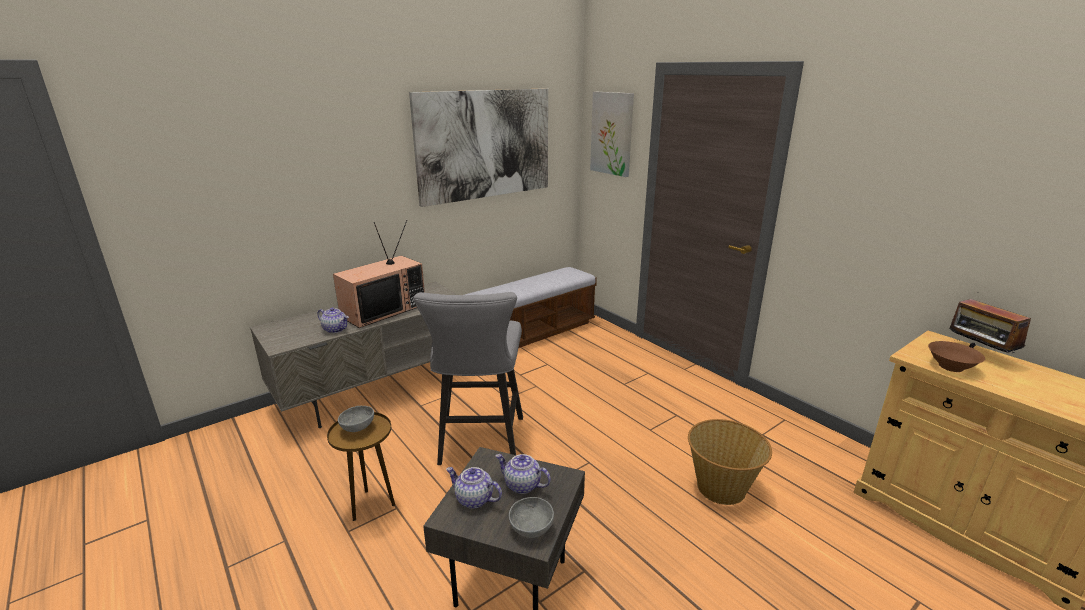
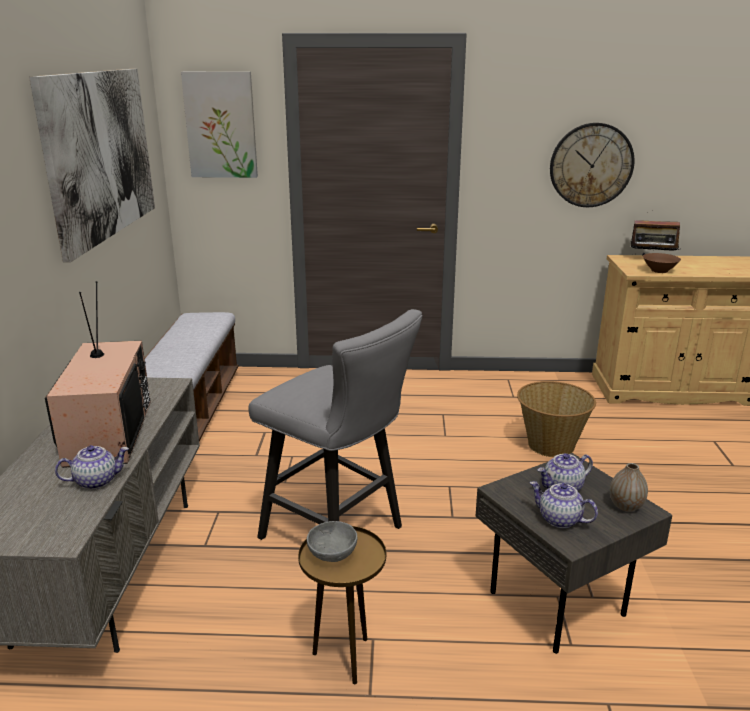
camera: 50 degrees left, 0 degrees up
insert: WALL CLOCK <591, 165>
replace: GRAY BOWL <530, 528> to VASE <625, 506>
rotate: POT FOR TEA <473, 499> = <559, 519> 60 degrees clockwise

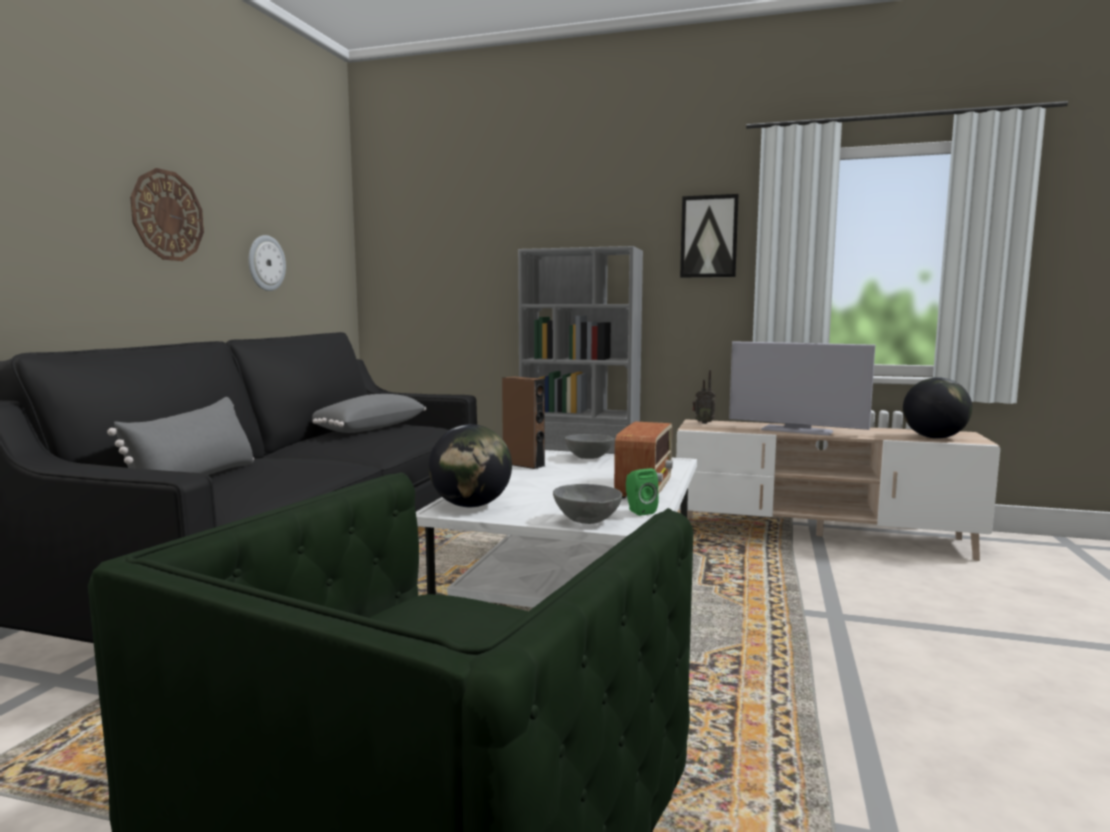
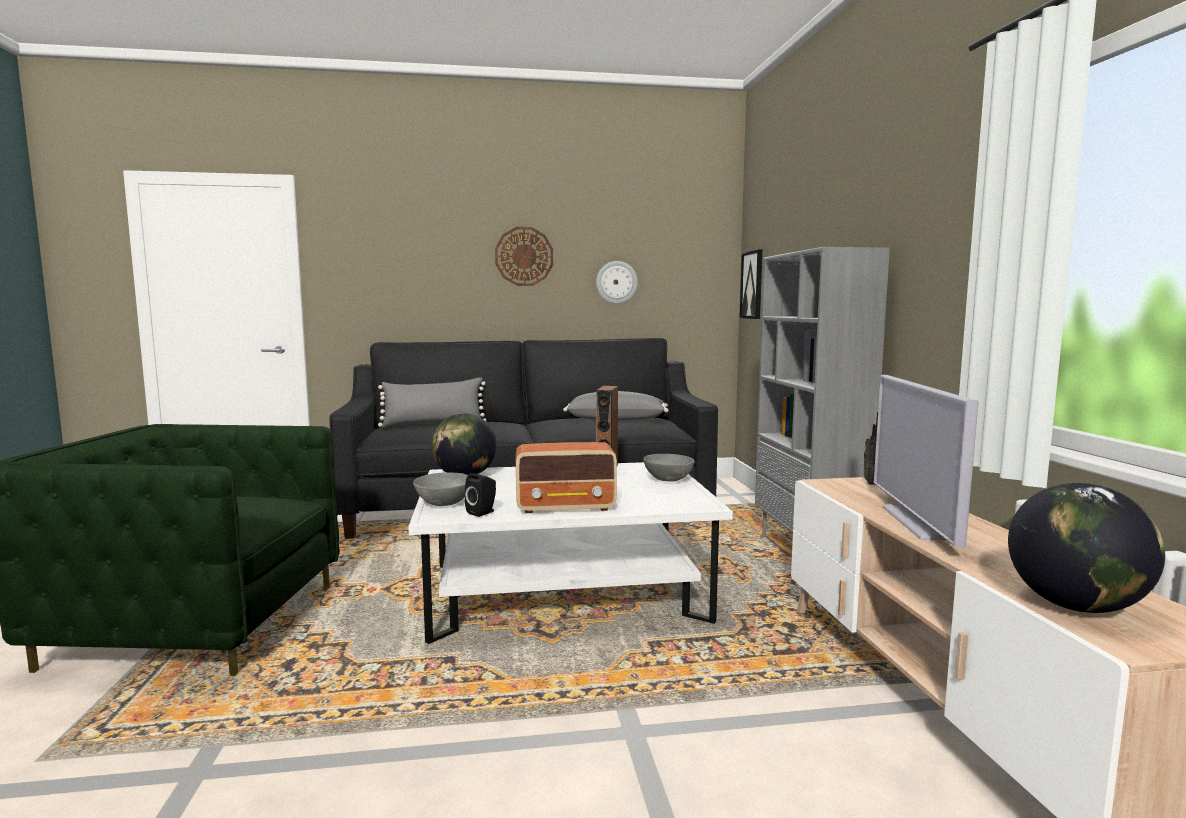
camera: 65 degrees right, 0 degrees up
move: WALL PICTURE <709, 236> to <752, 285>
recolor: GREEN SPEAKER <639, 511> to BLACK SPEAKER <483, 512>

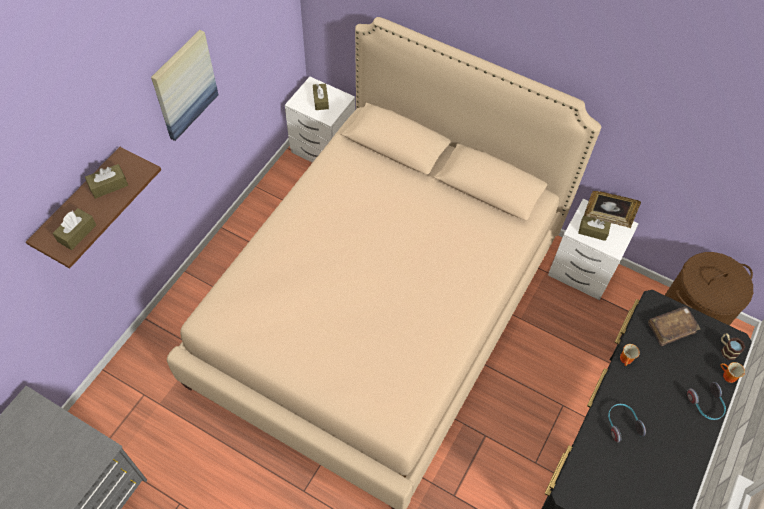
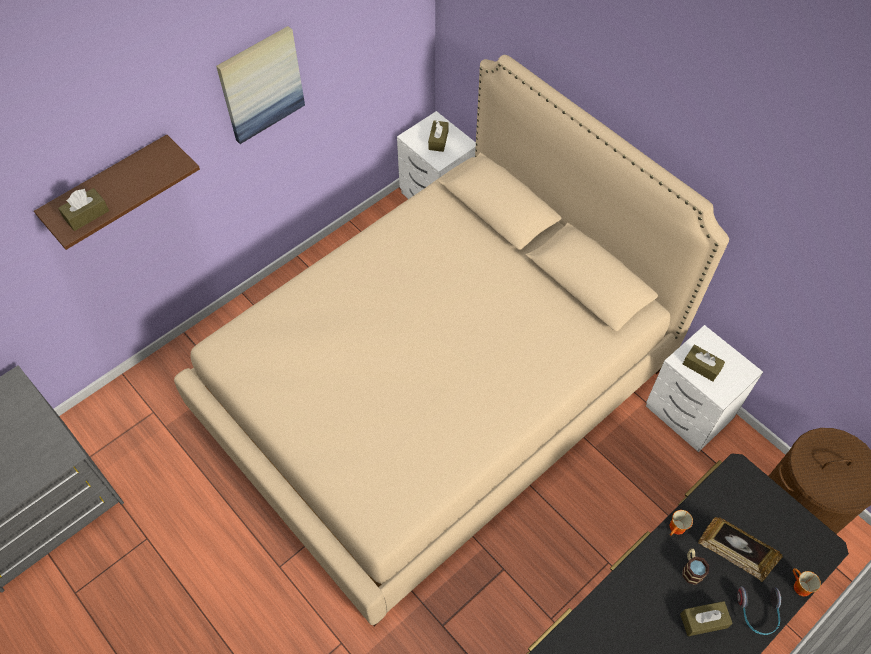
camera: 20 degrees right, 0 degrees up
delete: HEADSET <621, 424>; BROWN-COLOURED BOOK <671, 328>
move: BROWN-COLOURED BOX OF TISSUES <108, 185> to <703, 621>; STANDING FRAME <607, 218> to <732, 556>; COFFEE MUG <726, 349> to <691, 569>

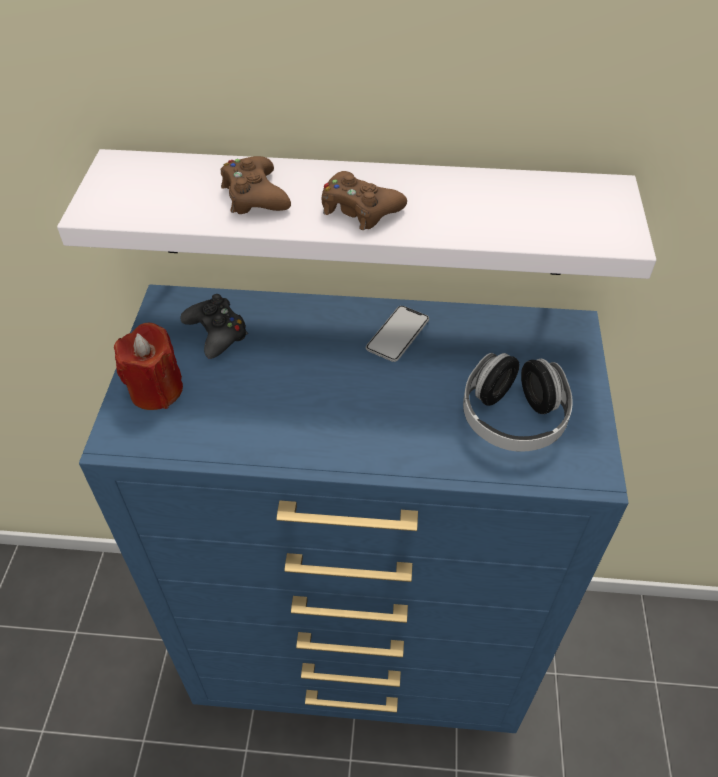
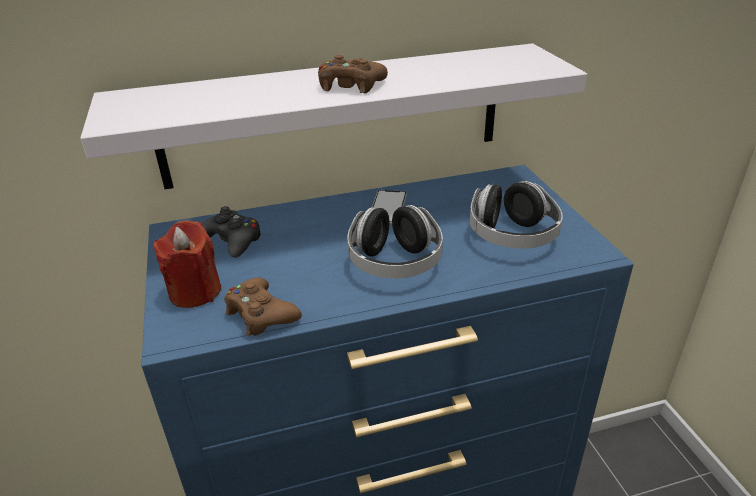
camera: 20 degrees left, 15 degrees down
insert: HEADSET <395, 263>
move: BROWN-COLOURED GAME CONTROLLER <254, 196> to <261, 314>

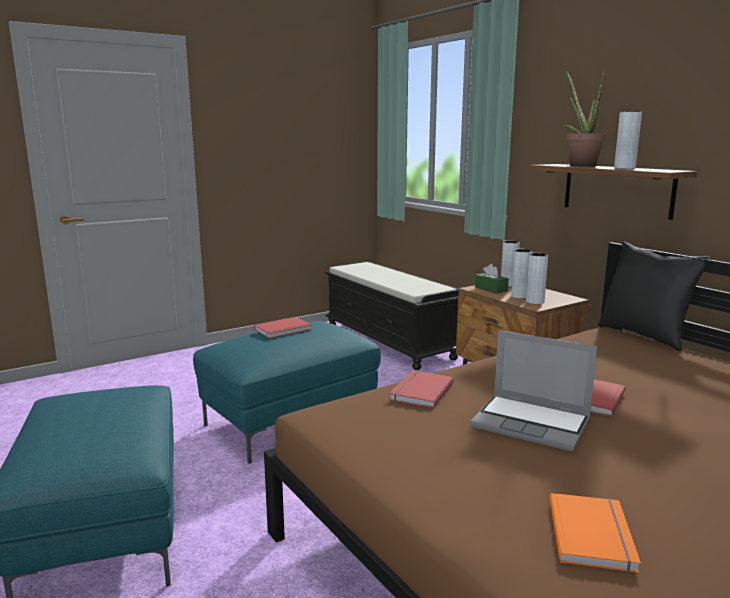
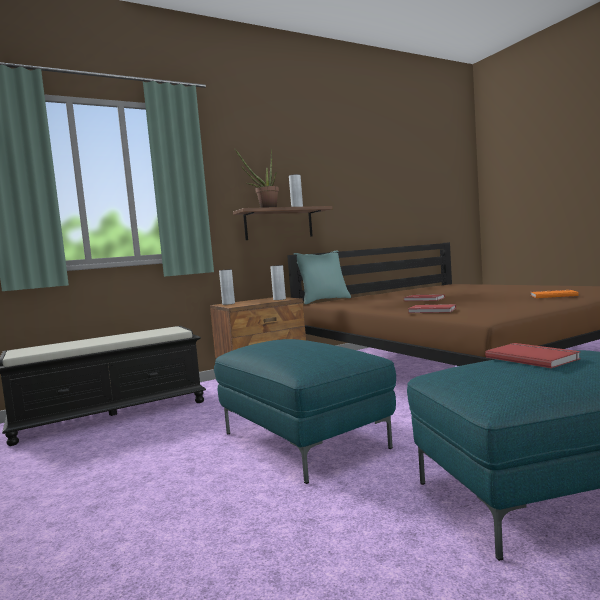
camera: 85 degrees left, 10 degrees down
delete: PORTABLE COMPUTER <532, 423>; GREEN BOX OF TISSUES <491, 289>; GRAY VASE <520, 296>
move: RED-COLOURED BOOK <284, 330> to <532, 358>
recolor: BLACK THROW PILLOW <644, 335> to BLUE-GREEN THROW PILLOW <324, 300>

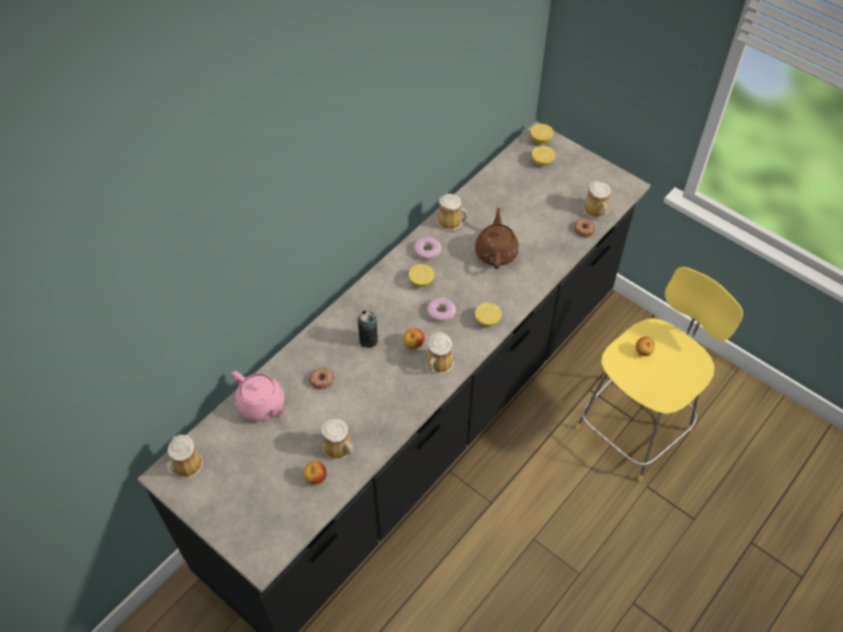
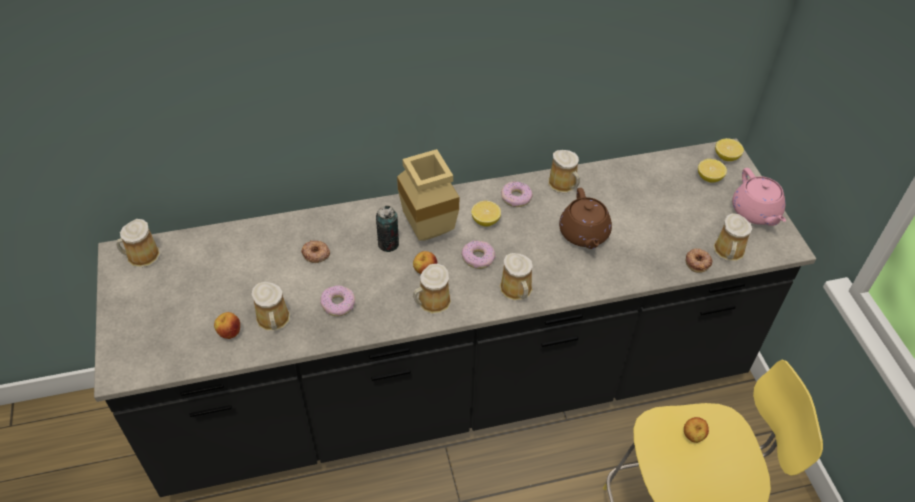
camera: 35 degrees right, 5 degrees down
insert: DOUGHNUT <338, 304>; BEIGE VASE <425, 230>
move: PINK POT FOR TEA <262, 405> to <756, 212>
replace: WHOLE LEMON <487, 320> to COFFEE MUG <516, 291>
rotate: BROWN-COLOURED POT FOR TEA <496, 252> = <584, 234> 135 degrees clockwise

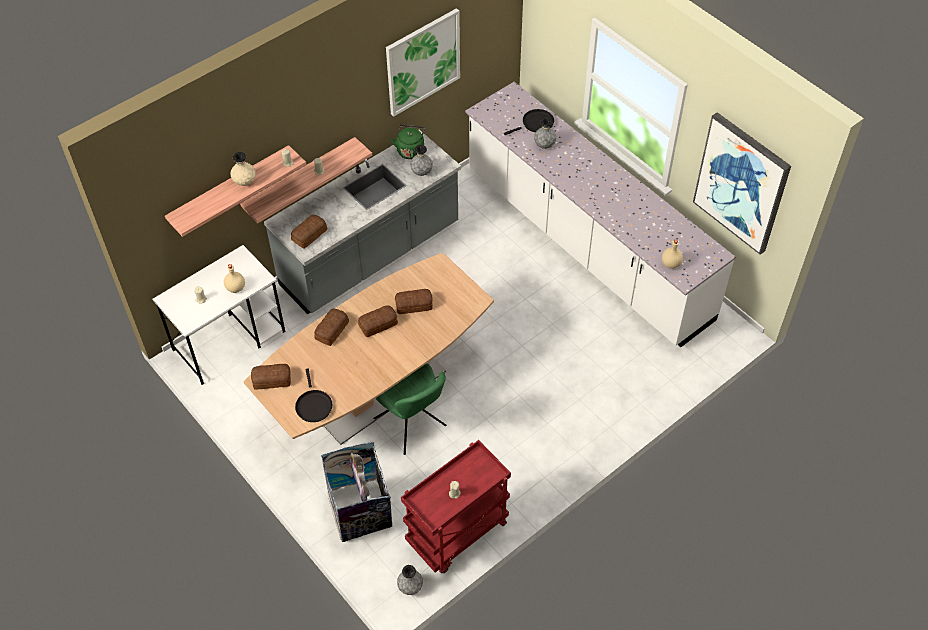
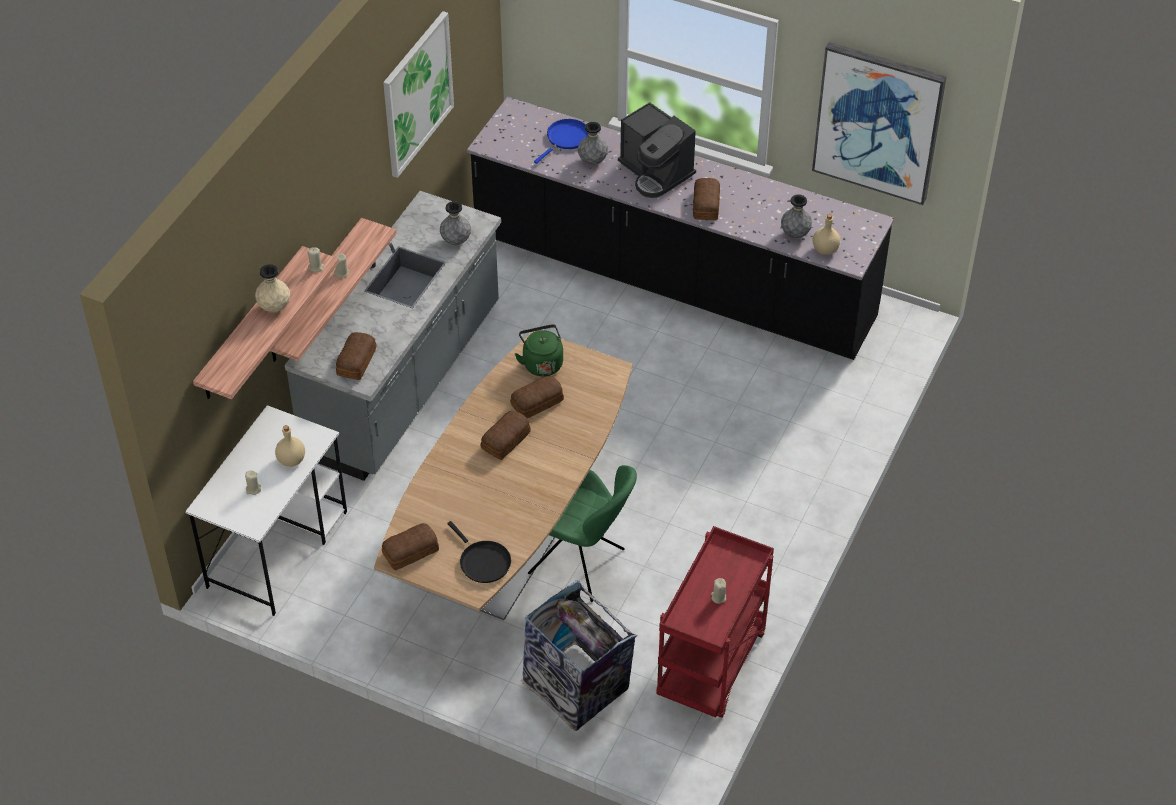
camera: 25 degrees left, 5 degrees down
insert: COFFEE MAKER <656, 172>
move: BAKED BREAD <331, 330> to <705, 205>; GREEN TEA KETTLE <410, 150> to <541, 363>; GRAY VASE <410, 587> to <795, 234>
recolor: WHITE-COLOURED KITCHEN COUNTER <586, 245> to BLACK KITCHEN COUNTER <672, 279>; BLACK PAN <535, 124> to BLUE PAN <566, 139>

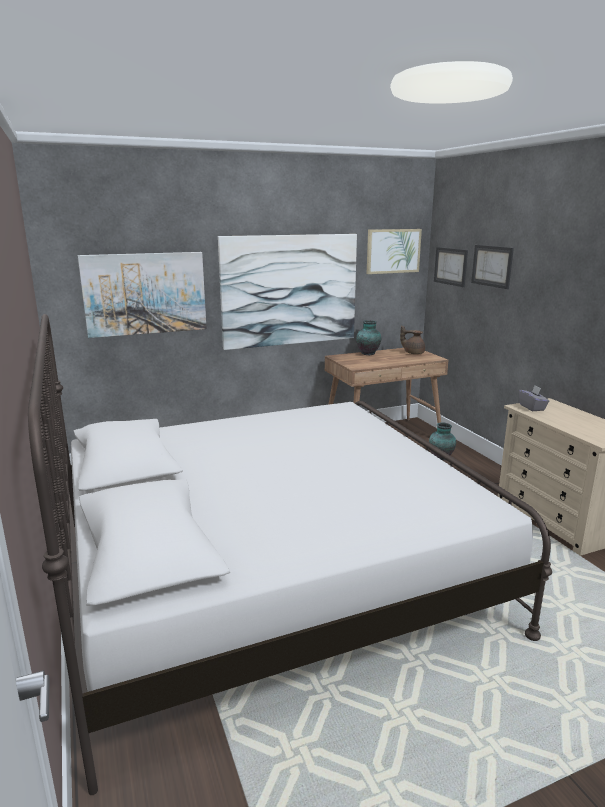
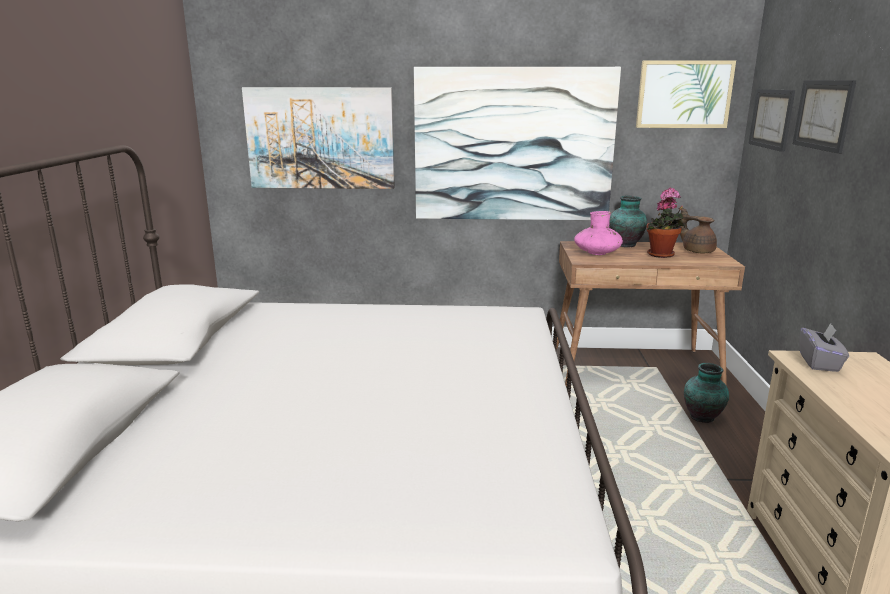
camera: 25 degrees right, 0 degrees up
insert: PINK VASE <597, 253>; PLANT IN A POT <662, 255>

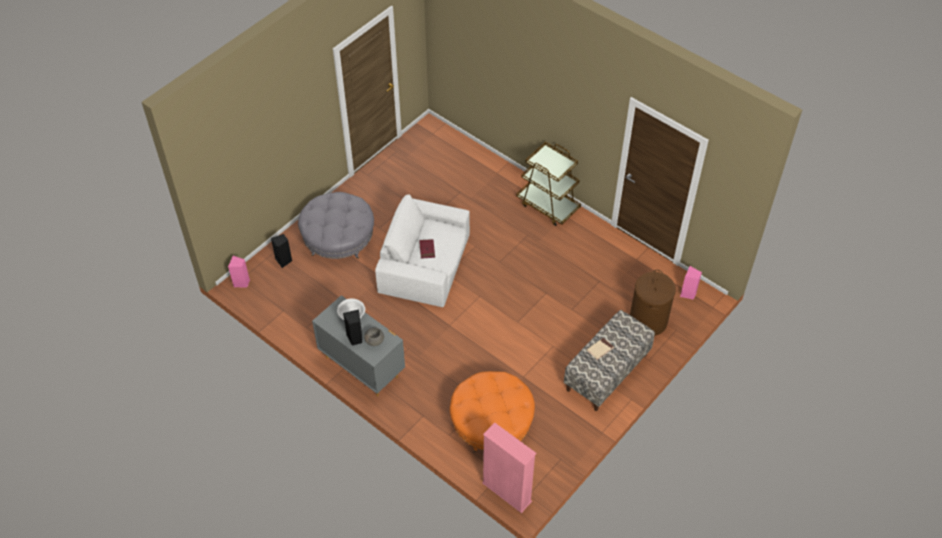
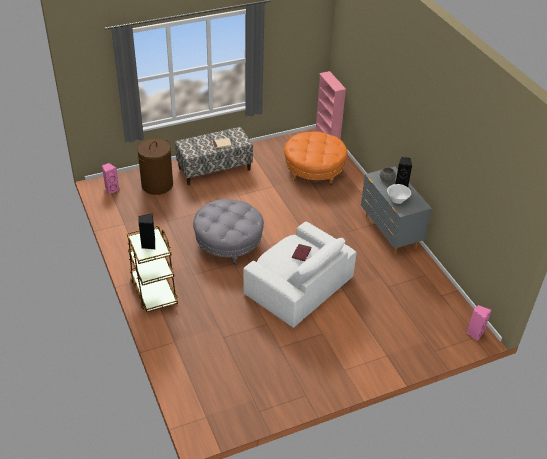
camera: 155 degrees left, 10 degrees down
move: BLACK SPEAKER <284, 261> to <148, 244>; GRAY FOOTREST <338, 239> to <228, 243>

